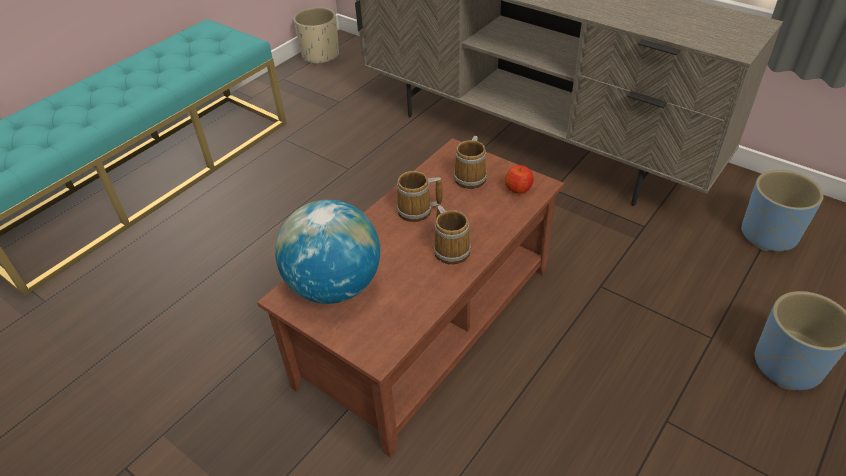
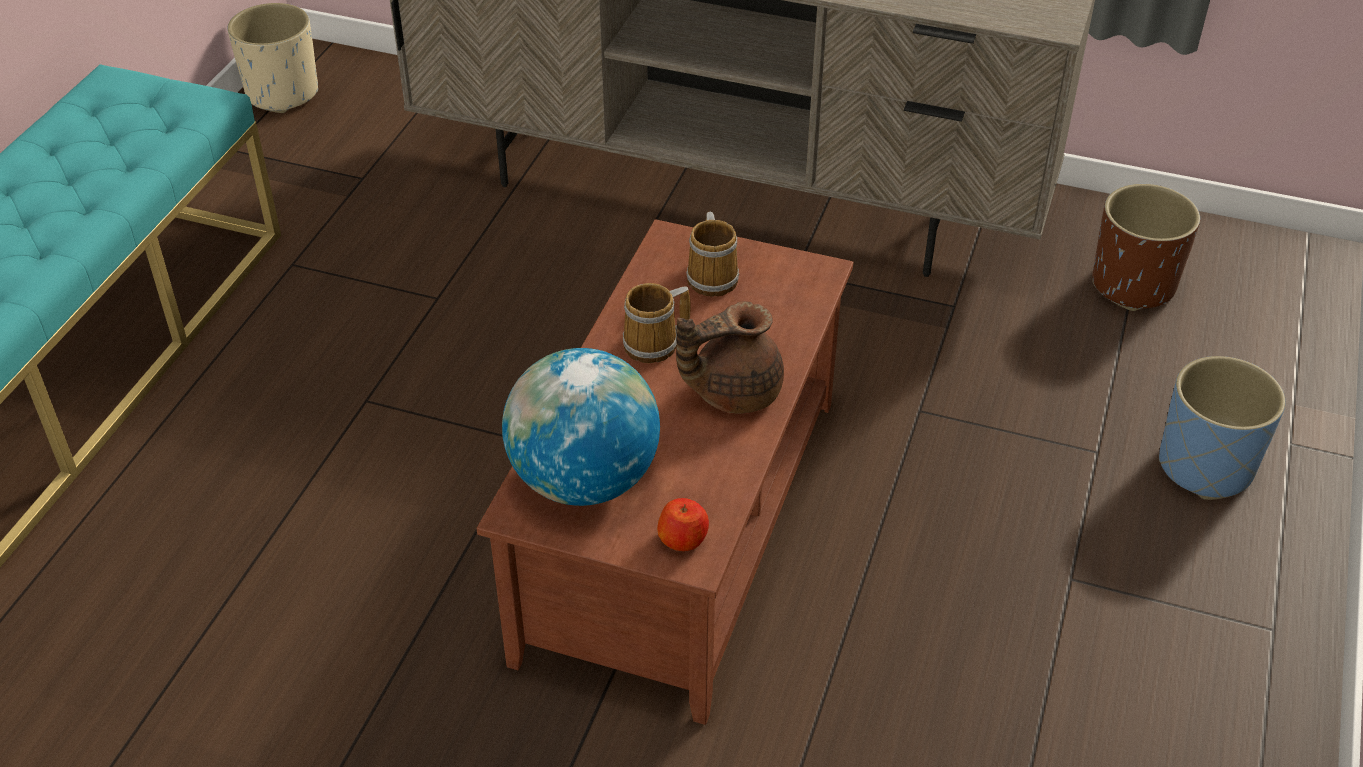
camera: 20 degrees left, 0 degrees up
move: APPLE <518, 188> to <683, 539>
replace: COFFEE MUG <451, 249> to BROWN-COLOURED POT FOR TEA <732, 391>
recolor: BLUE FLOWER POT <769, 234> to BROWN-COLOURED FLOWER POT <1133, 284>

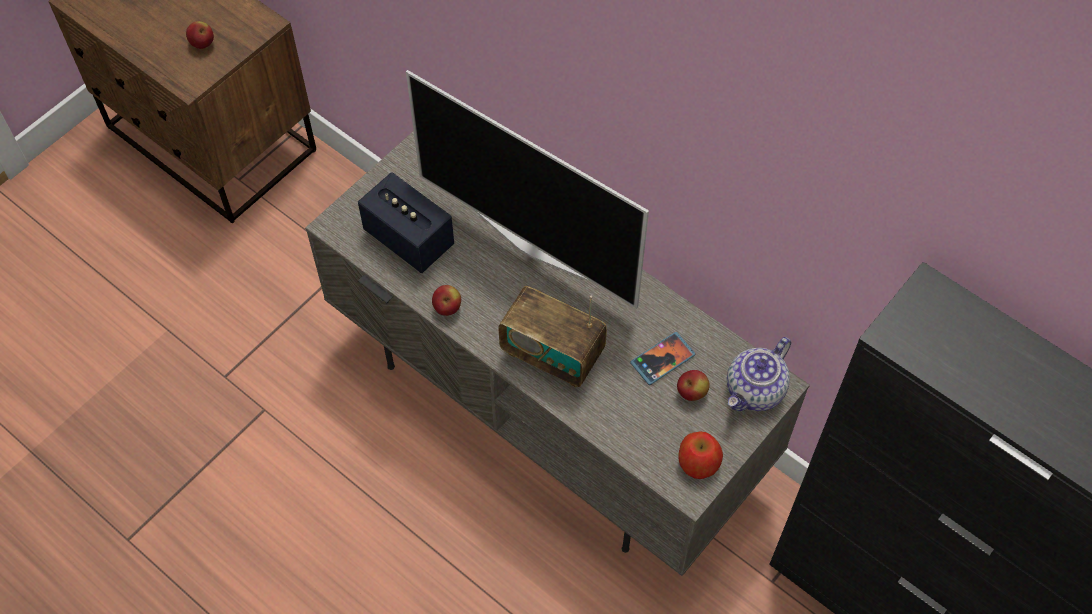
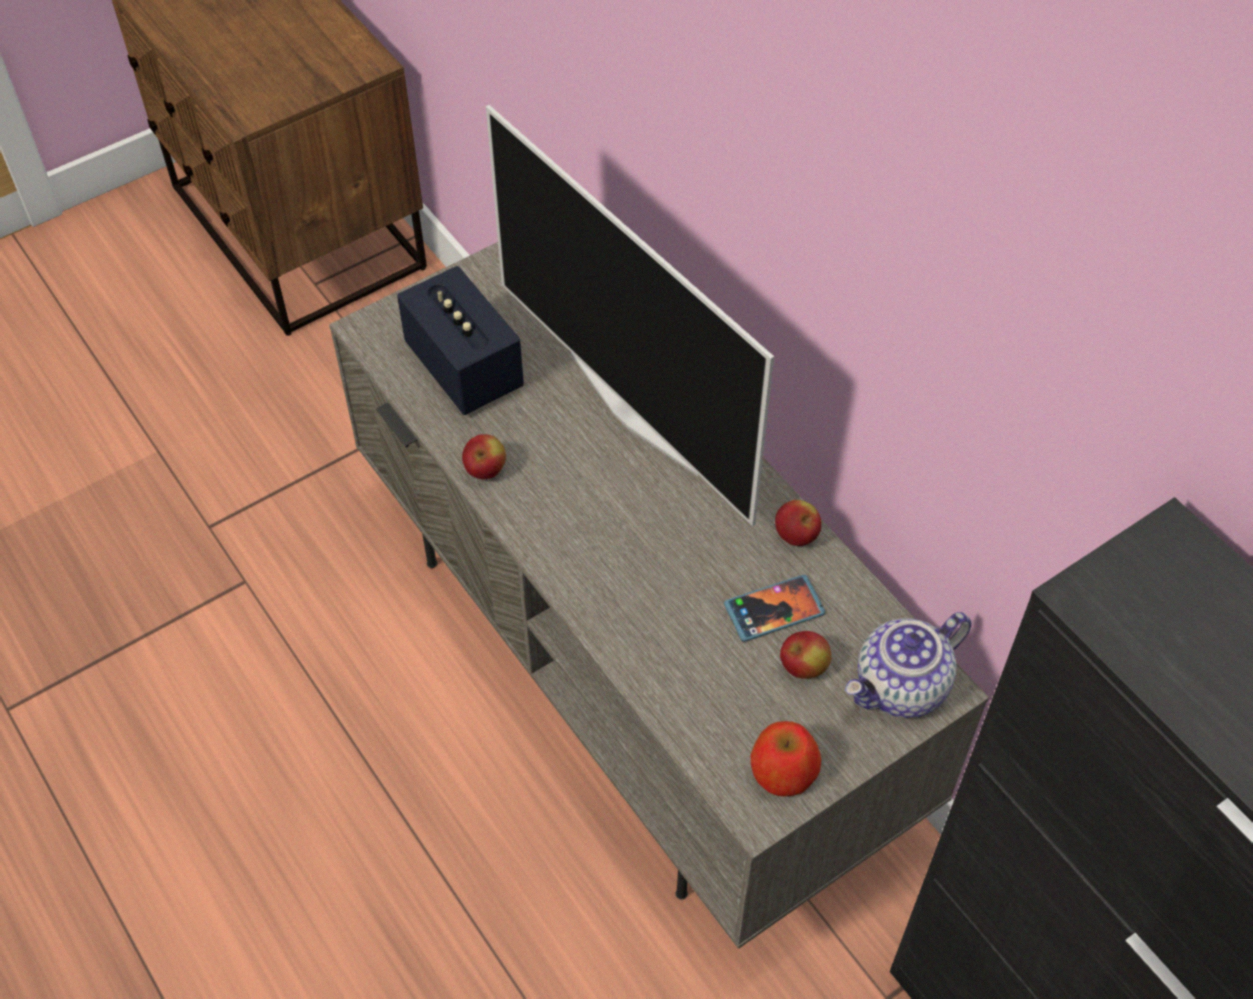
camera: 15 degrees right, 5 degrees down
delete: RADIO <552, 354>
move: APPLE <202, 44> to <796, 536>

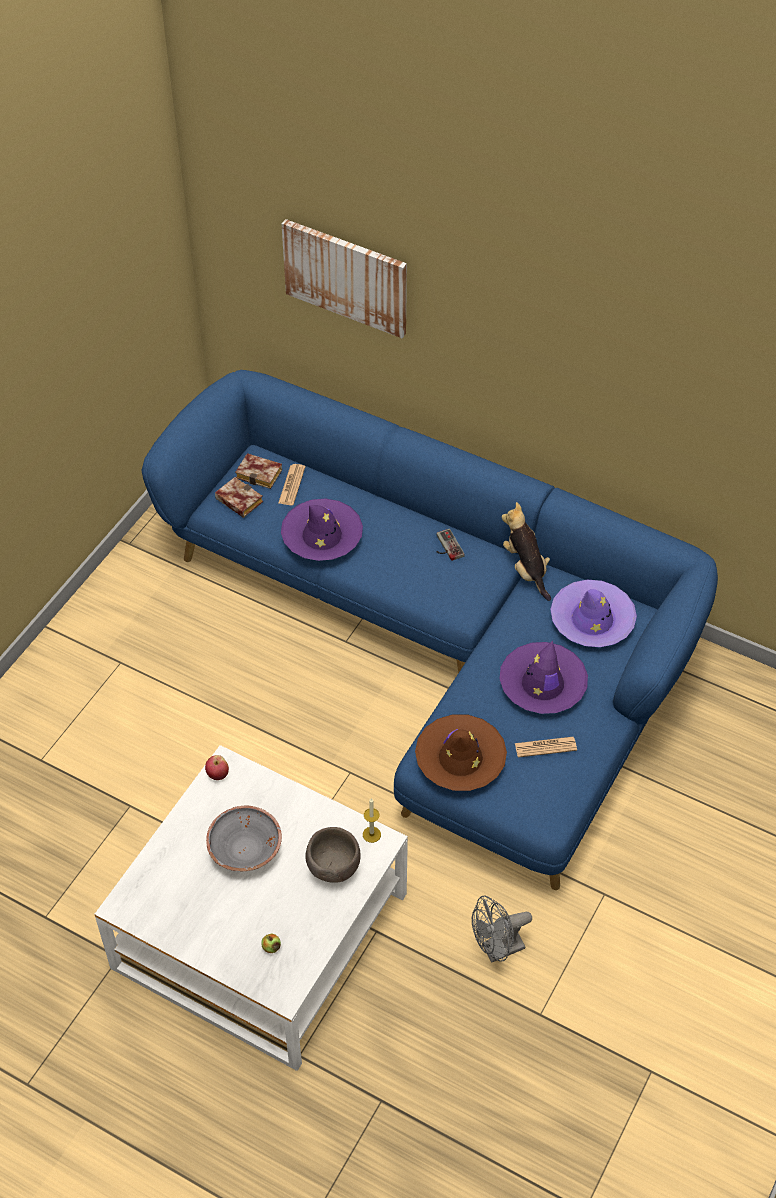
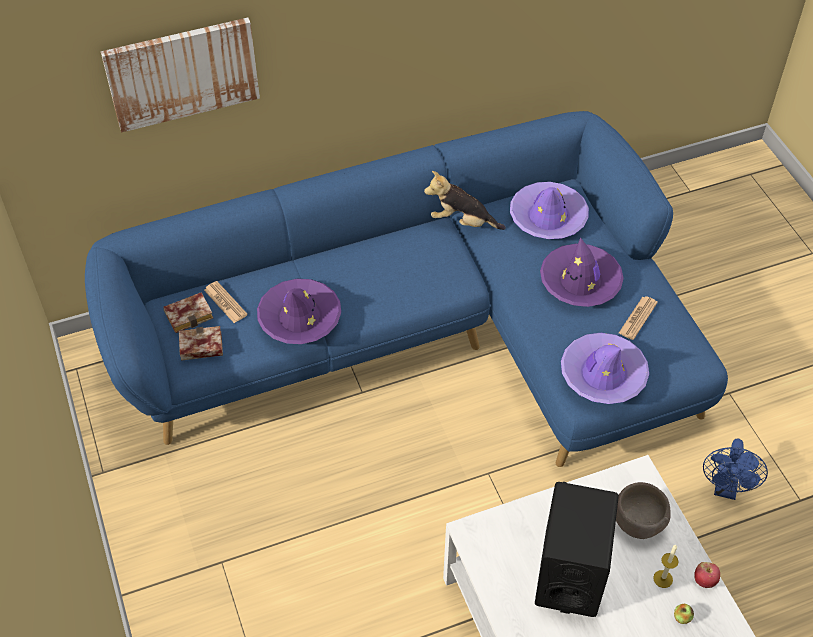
camera: 50 degrees left, 0 degrees up
delete: GAME CONTROLLER <446, 547>
move: APPLE <218, 774> to <704, 581>; CANDLE <371, 834> to <663, 579>
replace: GRAY BOWL <245, 850> to BLACK SPEAKER <570, 573>
recolor: BROWN-COLOURED HAT <460, 759> to PURPLE HAT <603, 374>; GRAY COOLING FAN <497, 950> to BLUE COOLING FAN <726, 488>

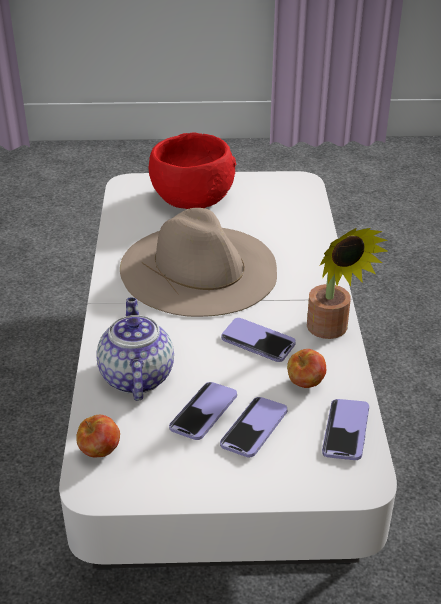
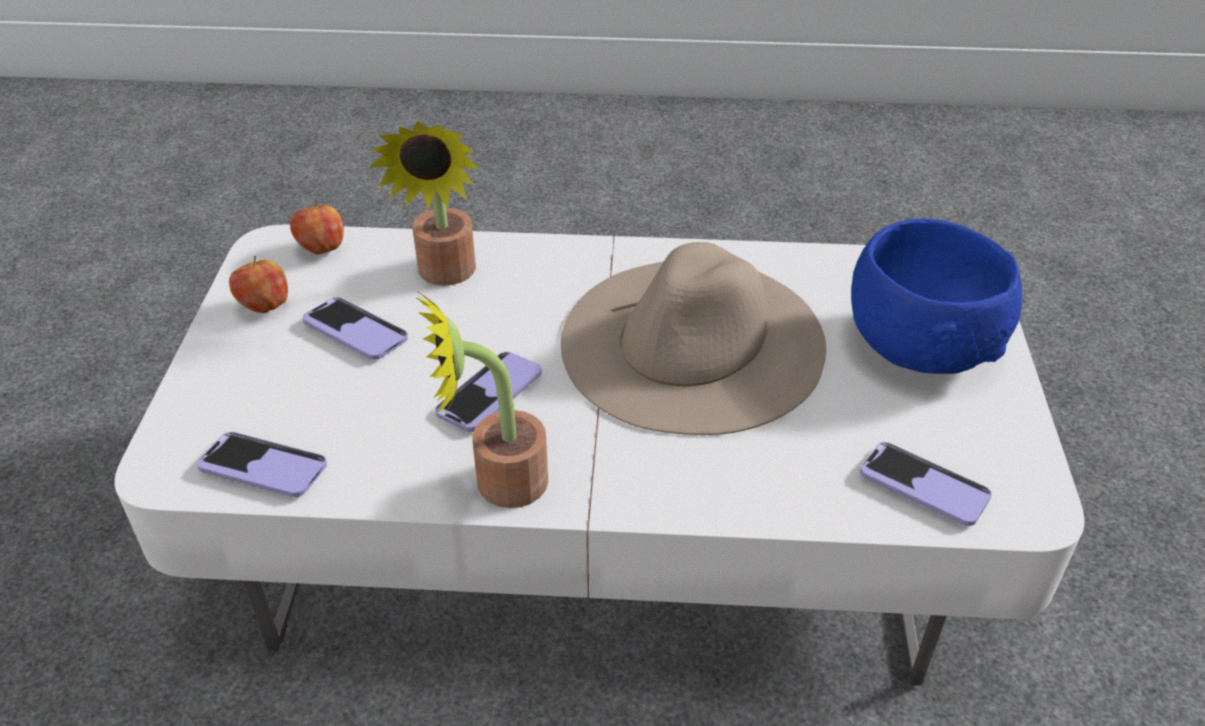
camera: 95 degrees right, 5 degrees up
move: HANDSET <254, 428> to <923, 486>; APPLE <305, 384> to <264, 307>
replace: POT FOR TEA <136, 376> to PLANT IN A POT <445, 275>
recolor: RED-COLOURED BOWL <191, 198> to BLUE BOWL <922, 342>

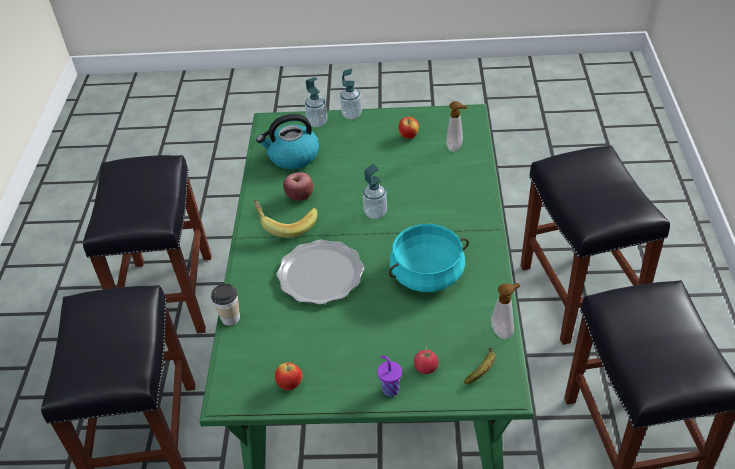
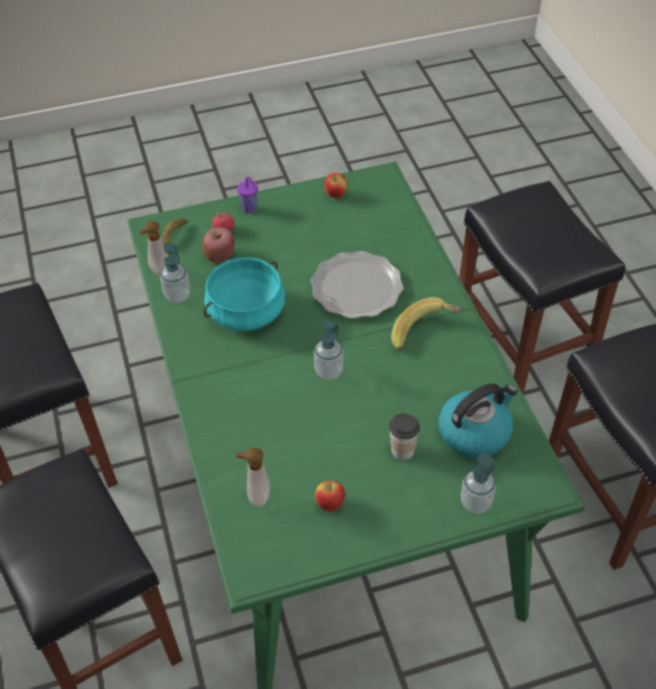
camera: 160 degrees right, 5 degrees up
move: SMALL CUP <230, 318> to <402, 450>; APPLE <300, 196> to <219, 256>; SOAP BOTTLE <352, 115> to <177, 295>

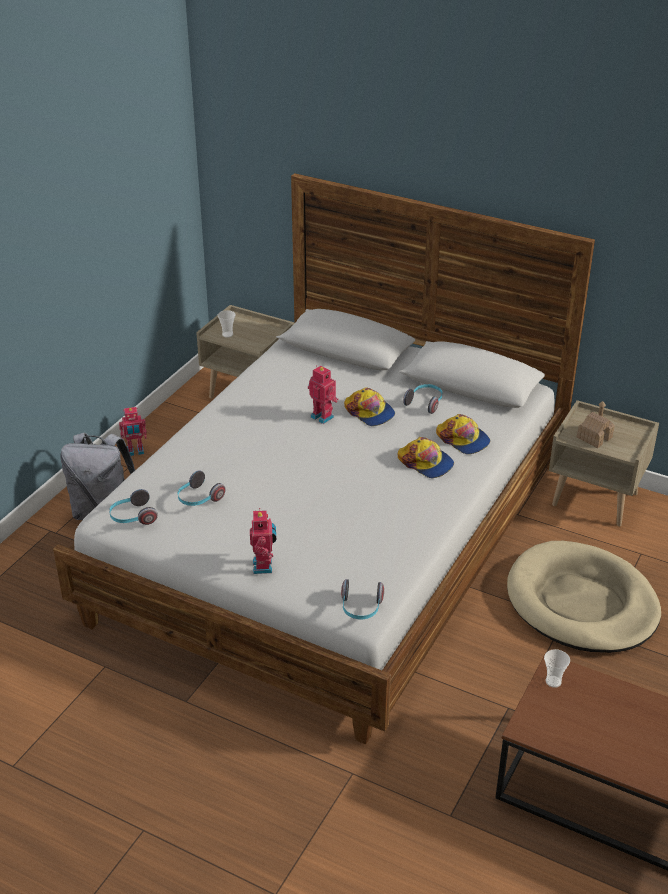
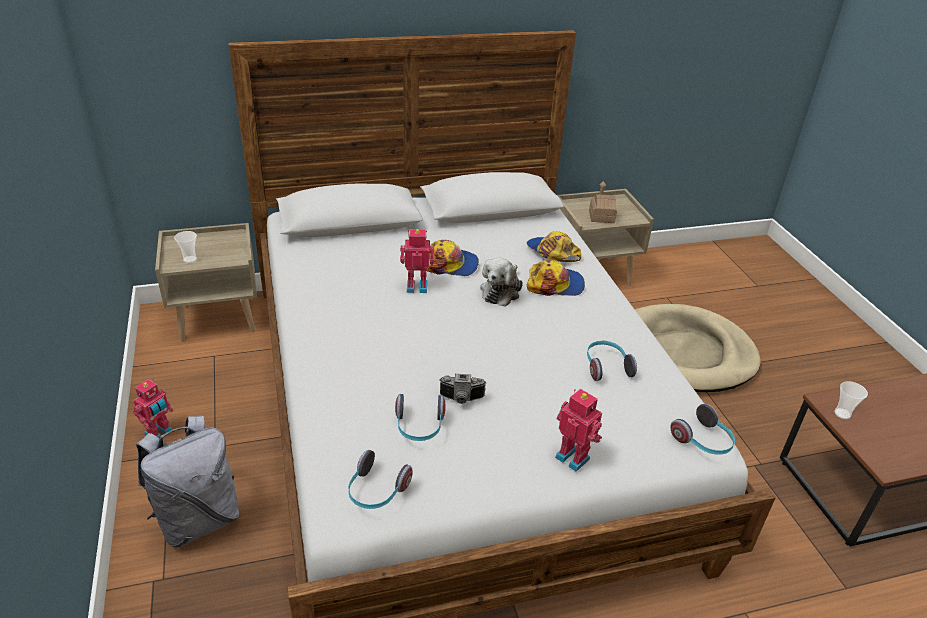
camera: 45 degrees left, 0 degrees up
insert: PHOTO CAMERA <461, 399>; SOFT TOY <501, 291>
move: HEADSET <425, 403> to <606, 367>
rotate: BASEBALL CAP <463, 439> = <552, 253> 135 degrees counterclockwise

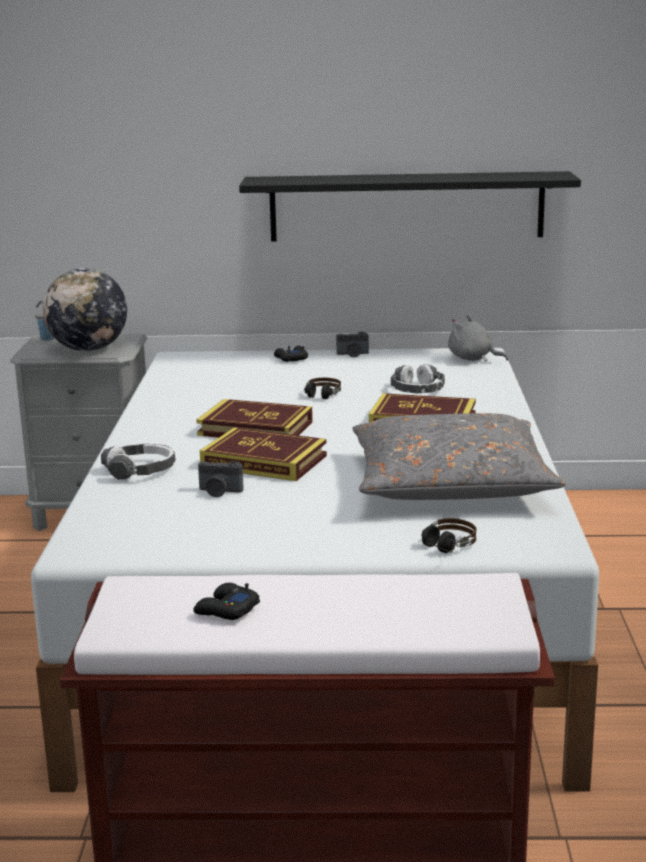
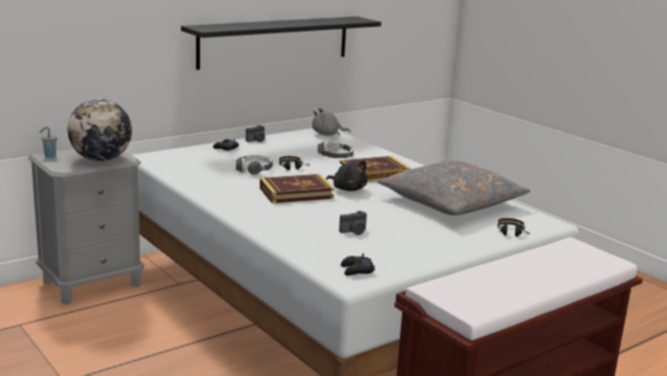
camera: 40 degrees left, 0 degrees up
delete: BOOK <264, 461>
insert: BLACK SOFT TOY <348, 189>
move: HEADSET <140, 470> to <254, 169>; BLACK GAME CONTROLLER <226, 610> to <356, 270>

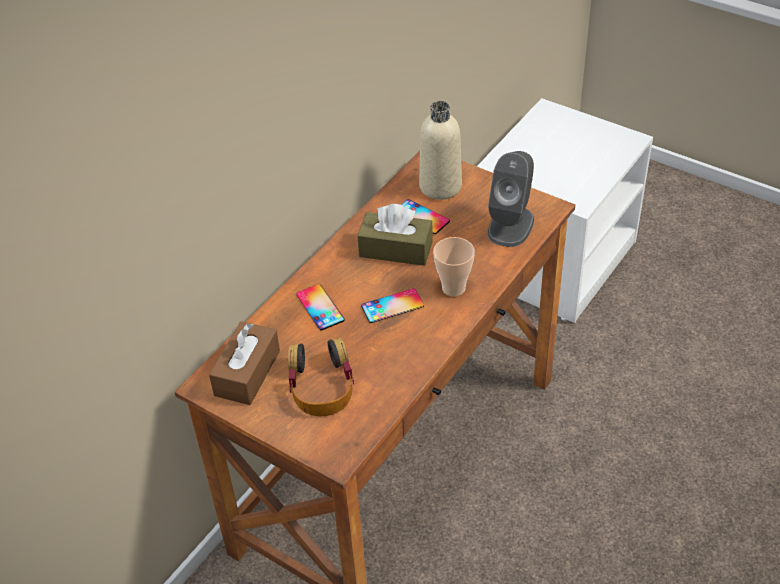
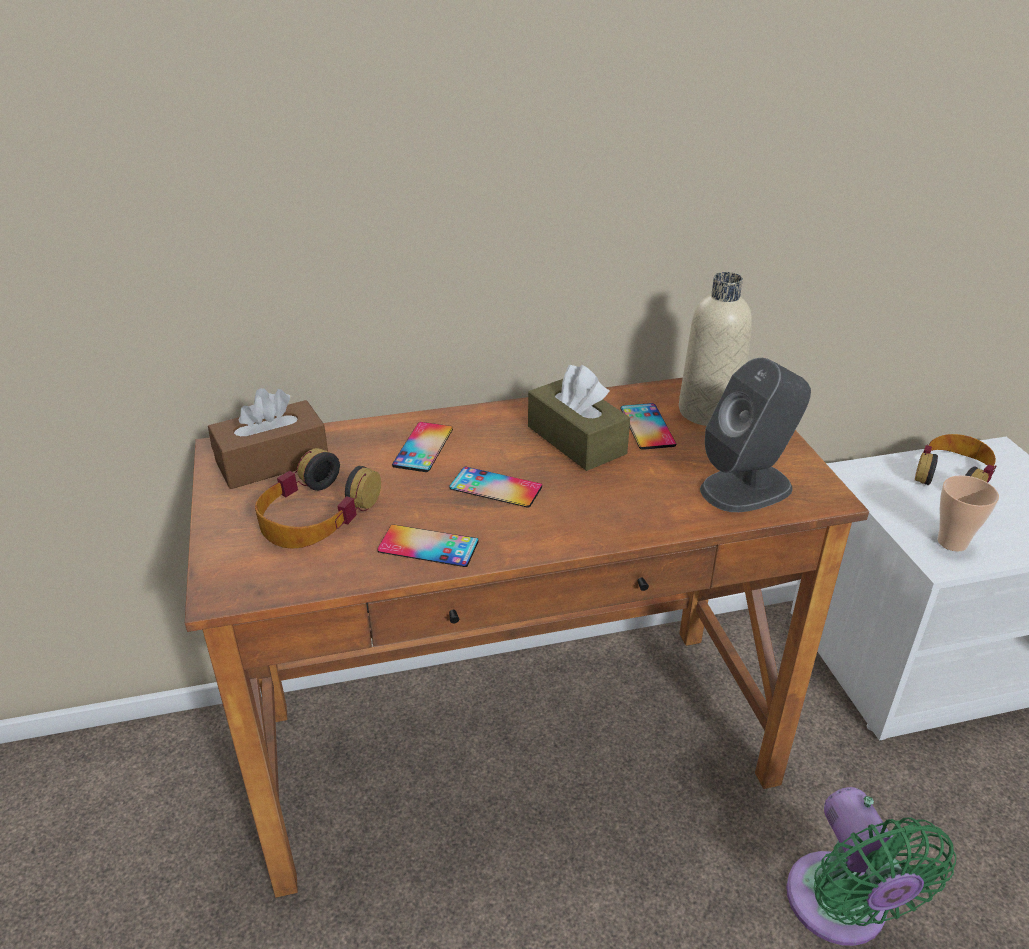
camera: 40 degrees right, 10 degrees down
insert: HANDSET <428, 546>; GREEN COOLING FAN <841, 909>; HEADSET <952, 475>
move: SMALL CUP <453, 288> to <952, 542>

